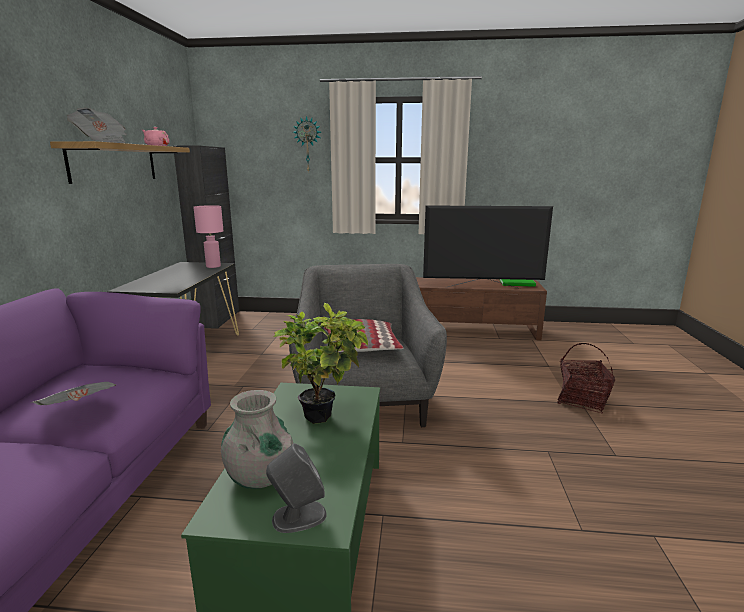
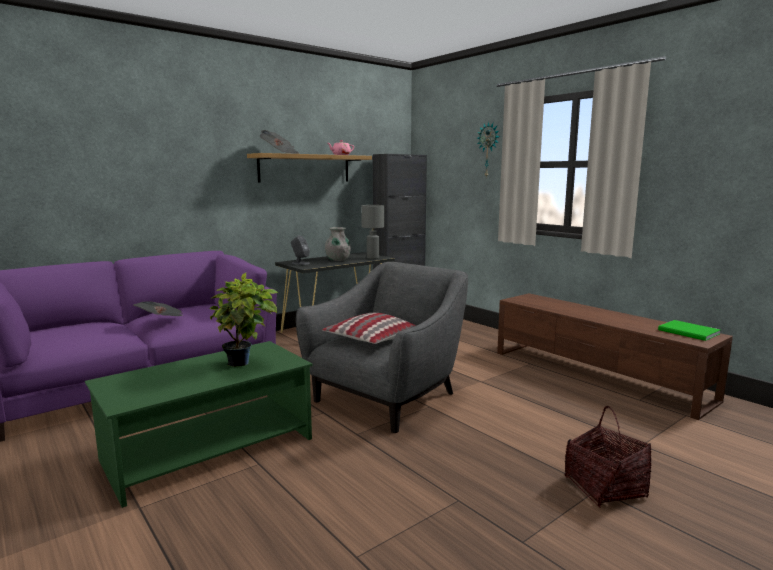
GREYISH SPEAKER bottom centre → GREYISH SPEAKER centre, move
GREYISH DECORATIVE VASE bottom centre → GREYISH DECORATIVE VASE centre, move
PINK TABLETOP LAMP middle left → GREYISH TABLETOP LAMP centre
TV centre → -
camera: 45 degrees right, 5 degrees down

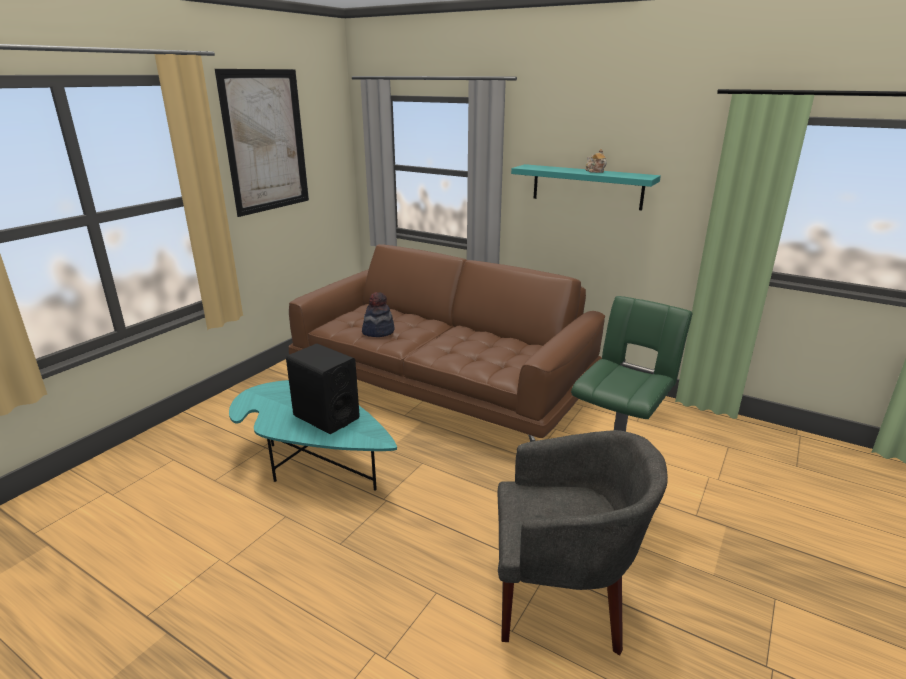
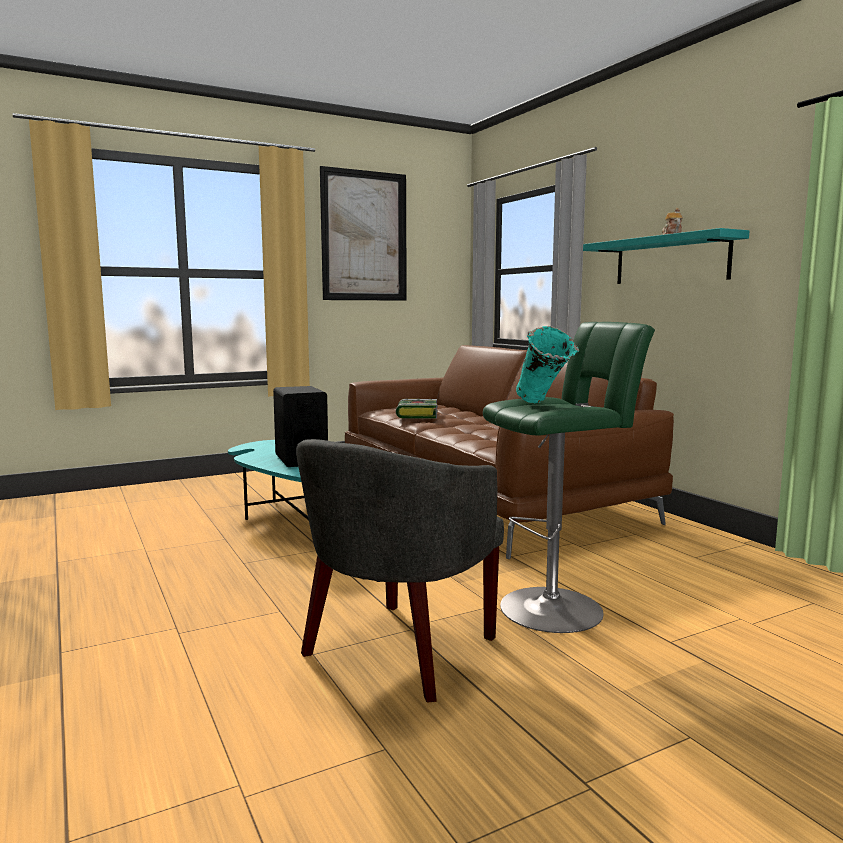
GREYISH LOUNGE CHAIR bottom centre, 90 degrees clockwise
CLOTHING HAT centre → BOUND BOOK centre
- → TURQUOISE-COLOURED DECORATIVE VASE centre
camera: 30 degrees right, 15 degrees down

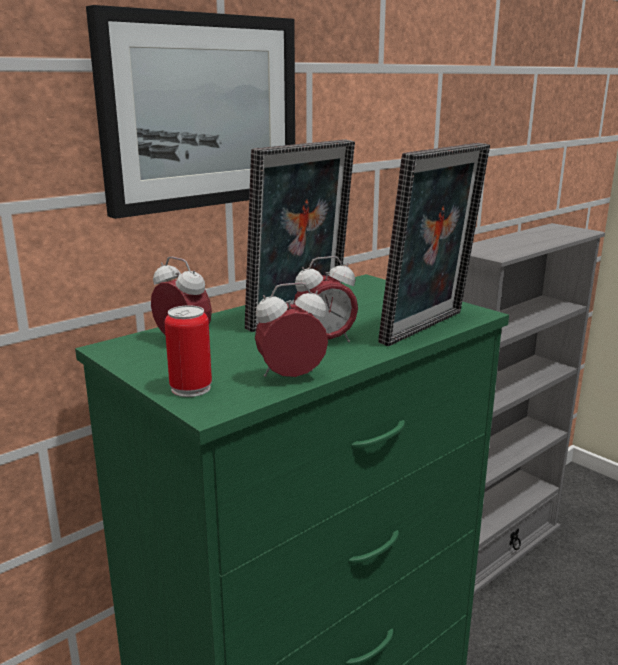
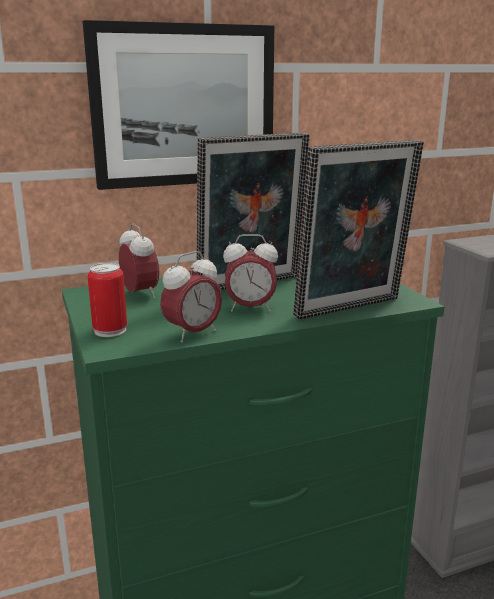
ALARM CLOCK (2nd from left) centre, 135 degrees clockwise
camera: 20 degrees right, 0 degrees up

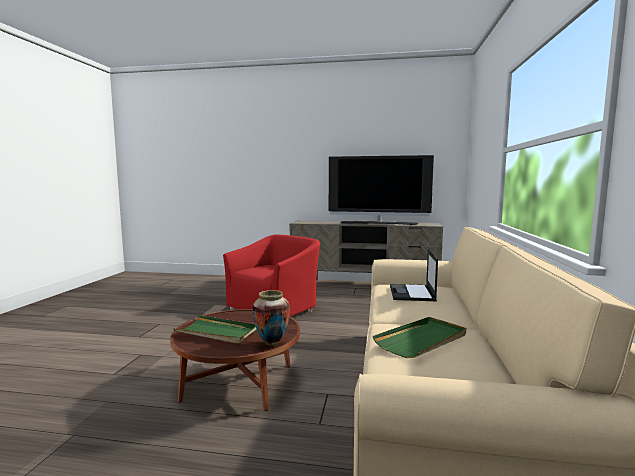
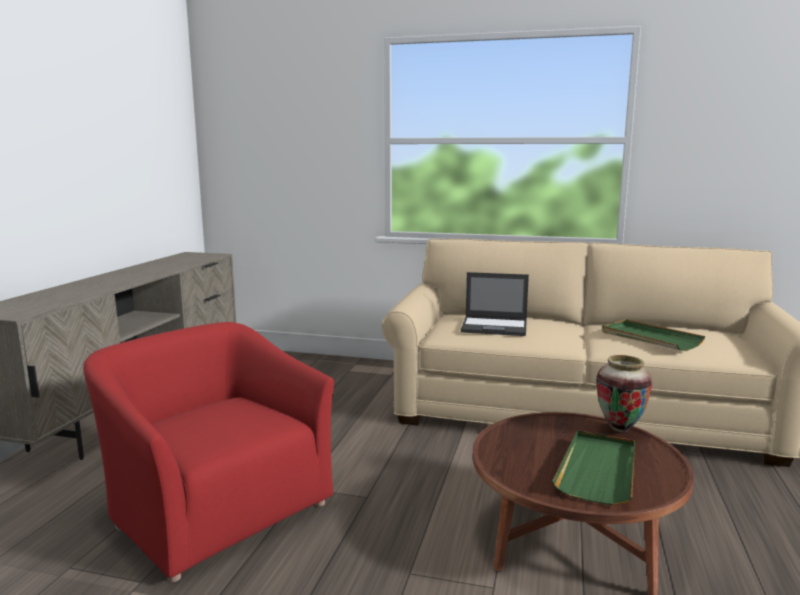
TV centre → -
camera: 85 degrees left, 5 degrees up

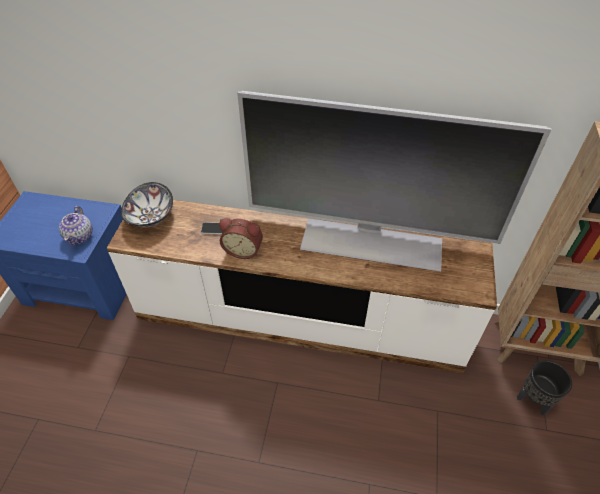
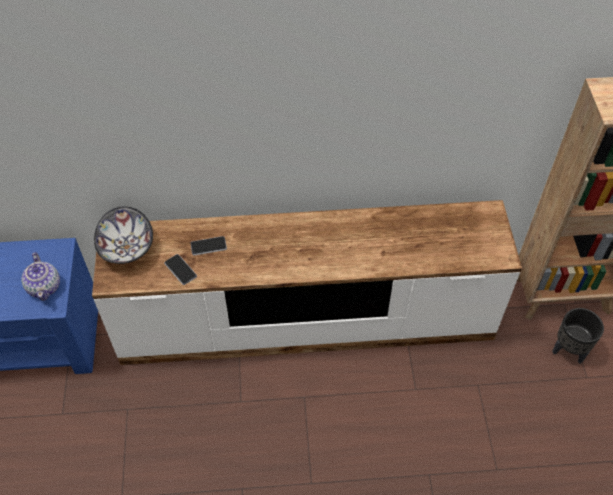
- → TELEPHONE (1st from left) middle left
ALARM CLOCK centre → -
TV centre → -
camera: 15 degrees left, 5 degrees up

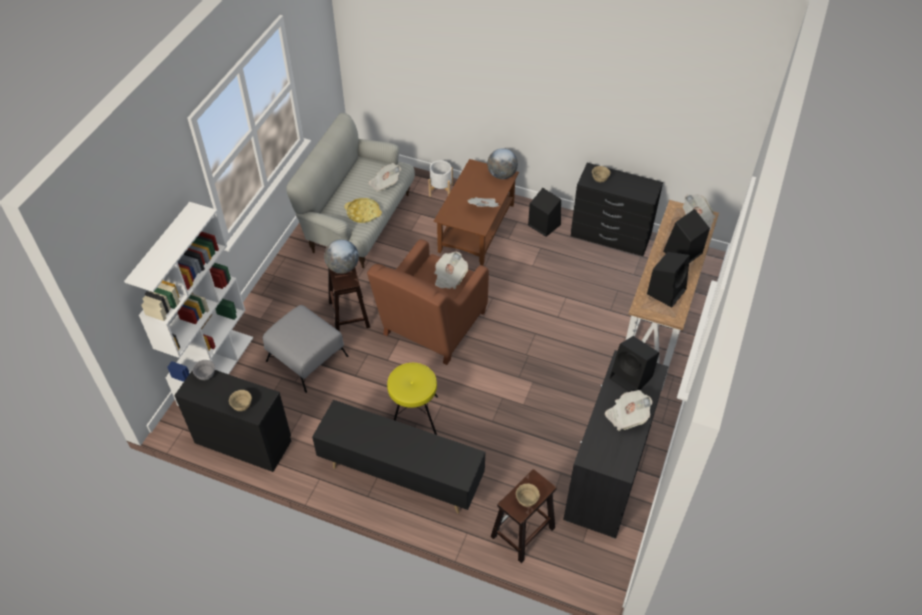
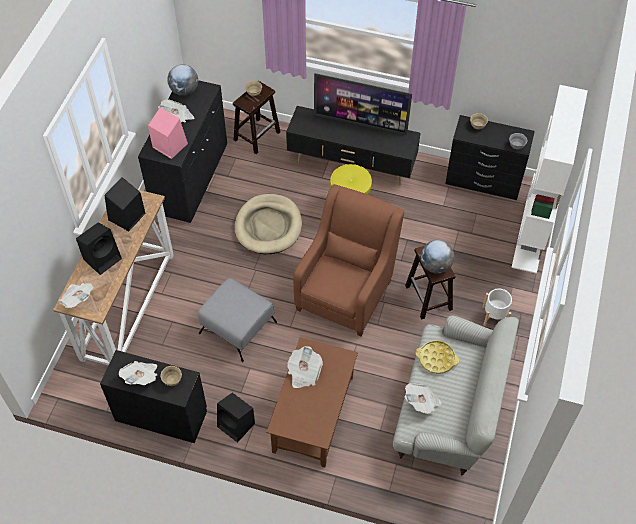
NEWSPAPER (2nd from left) centre → NEWSPAPER (2nd from left) bottom left, move
BLACK-COLOURED SPEAKER (2nd from left) middle right → PINK SPEAKER top left
WORLD GLOBE (2nd from left in the first image) top centre → WORLD GLOBE (1st from left) top left, move
GREYISH POUFFE middle left → GREYISH POUFFE centre, move
- → SAND-COLOURED PET BED centre
- → TV top centre
WHITISH PLANT POT top centre → WHITISH PLANT POT middle right, move
camera: 175 degrees right, 5 degrees up

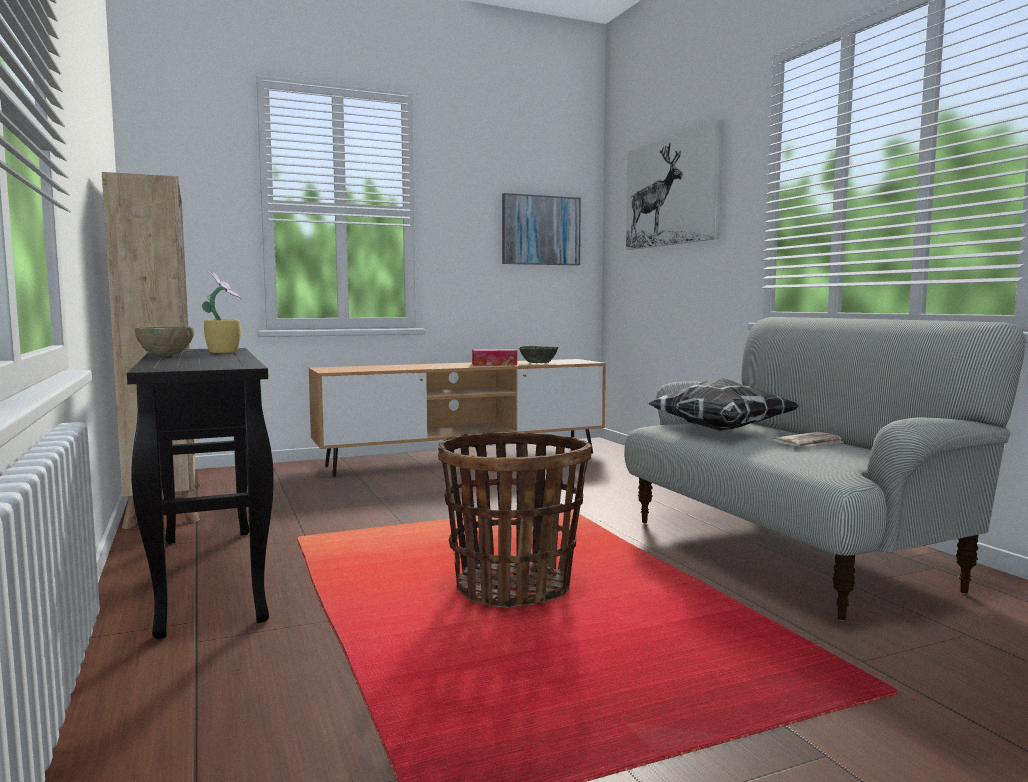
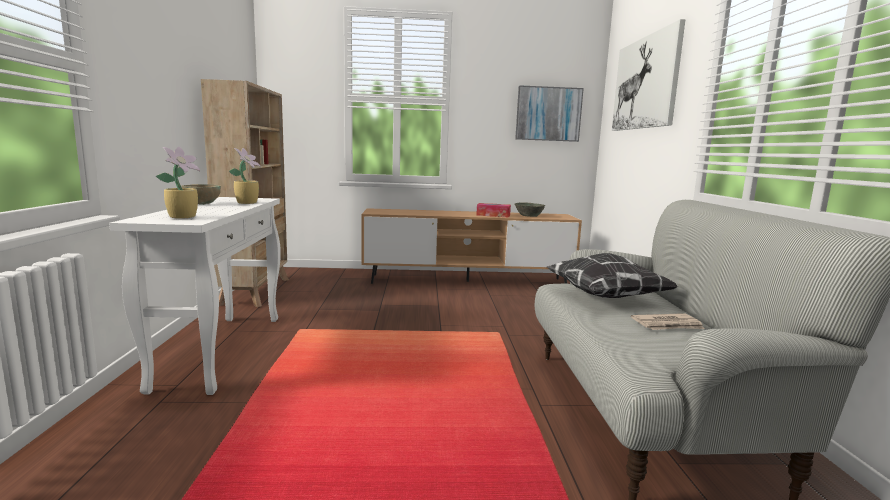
BLACK-COLOURED CONSOLE TABLE middle left → WHITISH CONSOLE TABLE middle left
- → PLANT IN A POT (1st from left) middle left
HOUSEHOLD BASKET centre → -
camera: 20 degrees right, 5 degrees up

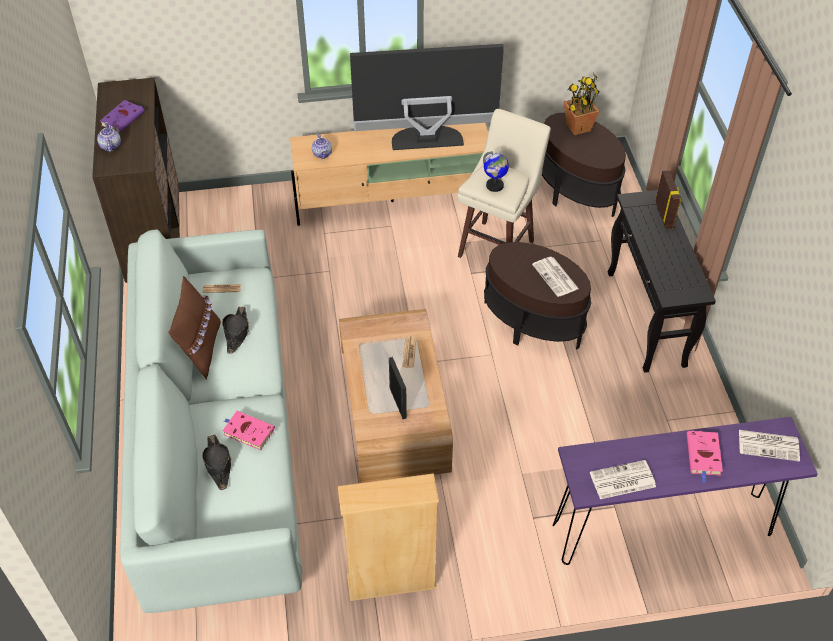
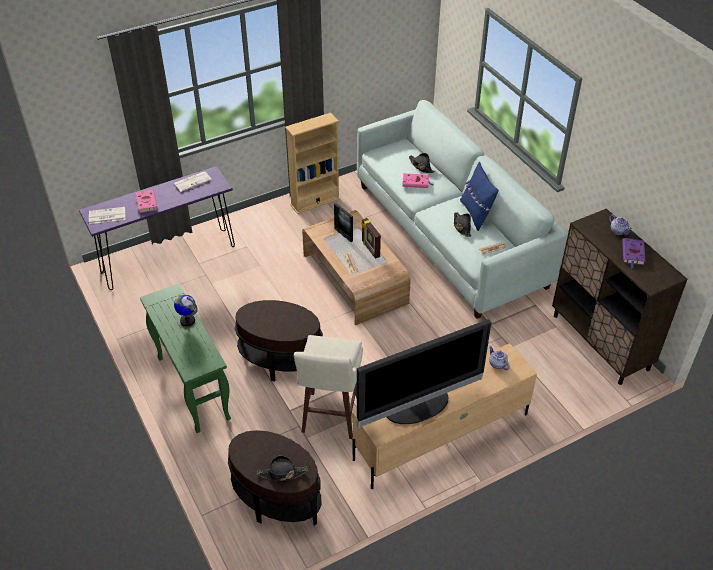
BLACK-COLOURED CONSOLE TABLE middle right → GREEN-COLOURED CONSOLE TABLE middle left
WORLD GLOBE top centre → WORLD GLOBE middle left, move
PLANT IN A POT top right → BLACK-COLOURED CLOTHING HAT (1st from left) bottom centre
STANDING FRAME (2nd from left) top right → STANDING FRAME (2nd from left) centre, move
BROWN-COLOURED CUSHION middle left → BLUE-COLOURED CUSHION middle right
NEWSPAPER (3rd from left) centre → -
camera: 160 degrees right, 5 degrees down

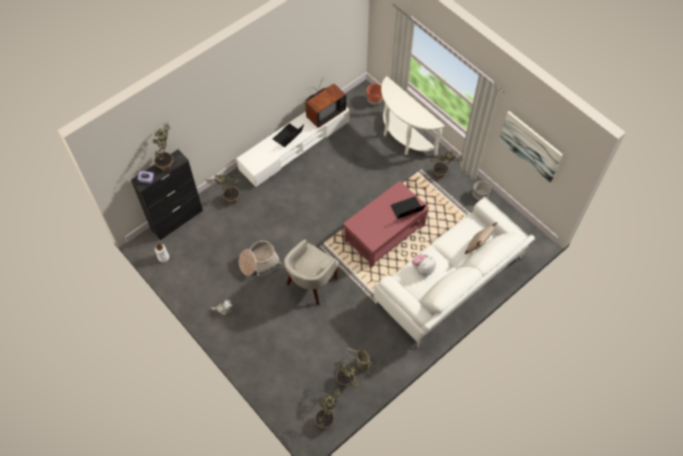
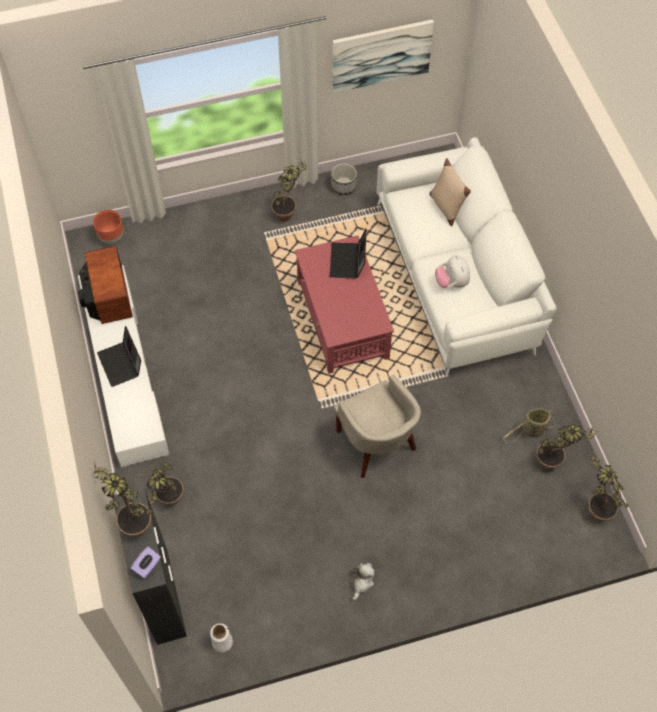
HOUSEHOLD BASKET (1st from left) centre → -
WHITISH CONSOLE TABLE top centre → -
camera: 65 degrees left, 0 degrees up

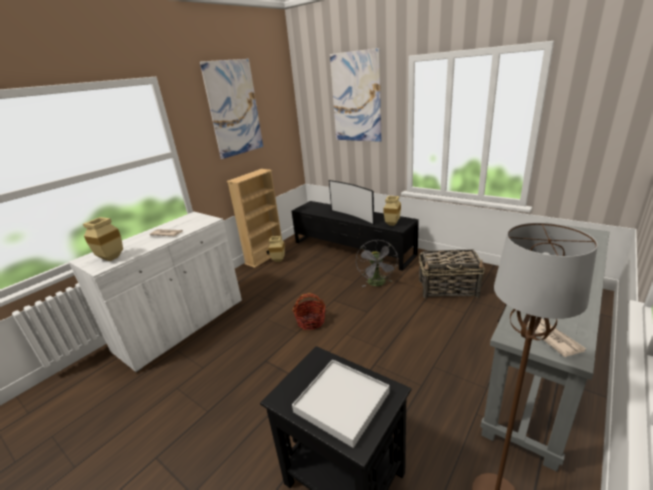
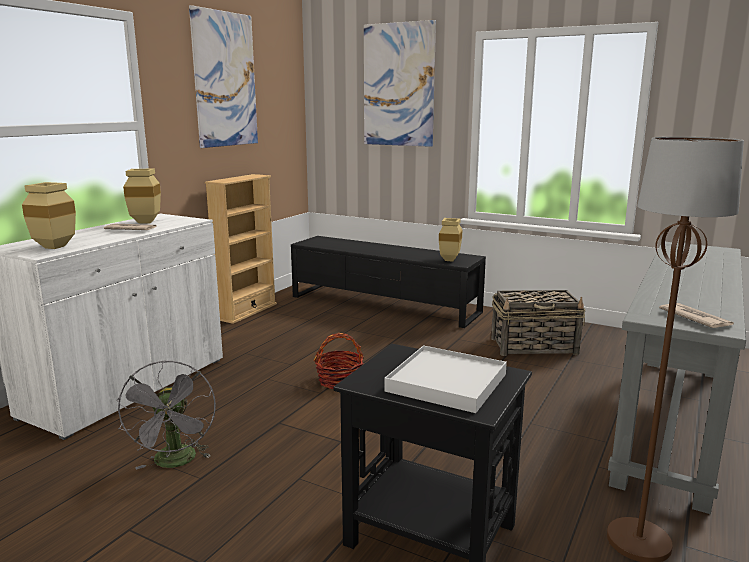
GREYISH COOLING FAN centre → GREYISH COOLING FAN bottom left, move
SAND-COLOURED DECORATIVE VASE (2nd from left) centre → SAND-COLOURED DECORATIVE VASE (2nd from left) middle left, move
TV centre → -
camera: 10 degrees left, 10 degrees down

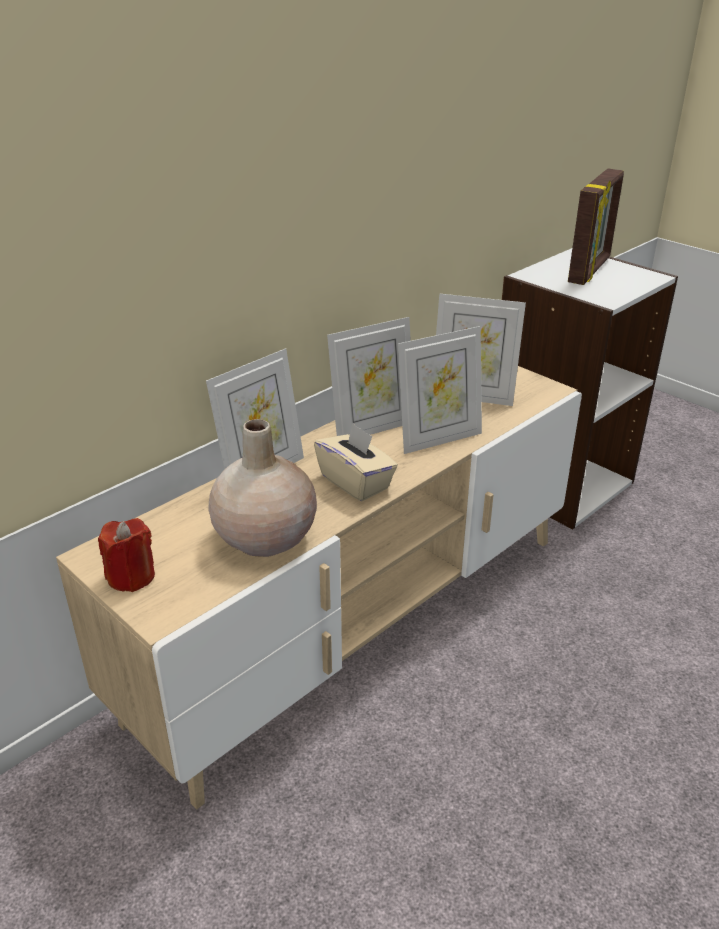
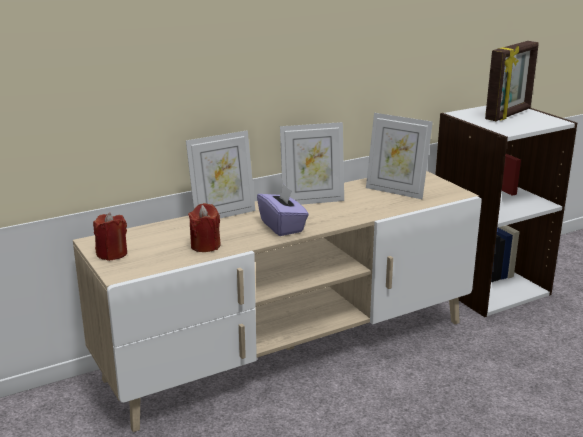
SAND-COLOURED DECORATIVE VASE centre → RED-COLOURED CANDLE (2nd from left) centre
SAND-COLOURED TISSUE HOLDER centre → PURPLISH TISSUE HOLDER centre
STANDING FRAME (3rd from left) centre → -
camera: 15 degrees right, 10 degrees down

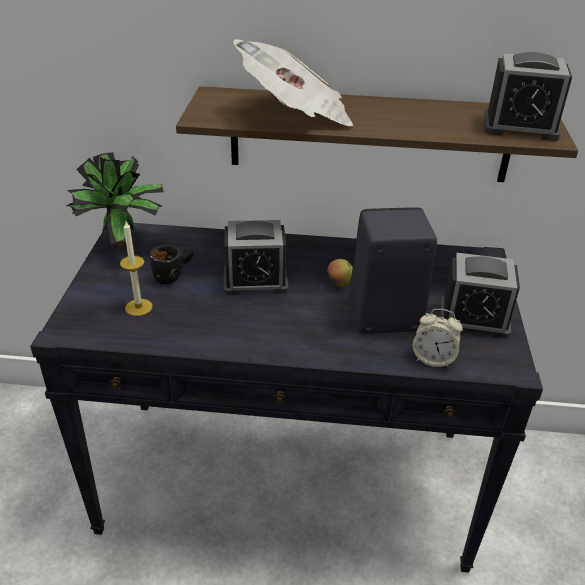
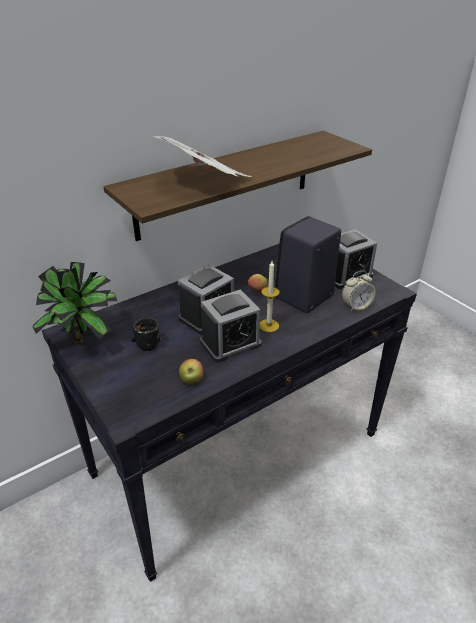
- → APPLE FRUIT (1st from left) centre
ALARM CLOCK (4th from left in the first image) top right → ALARM CLOCK (2nd from left) centre, move
CANDLE middle left → CANDLE centre, move
camera: 40 degrees left, 0 degrees up

